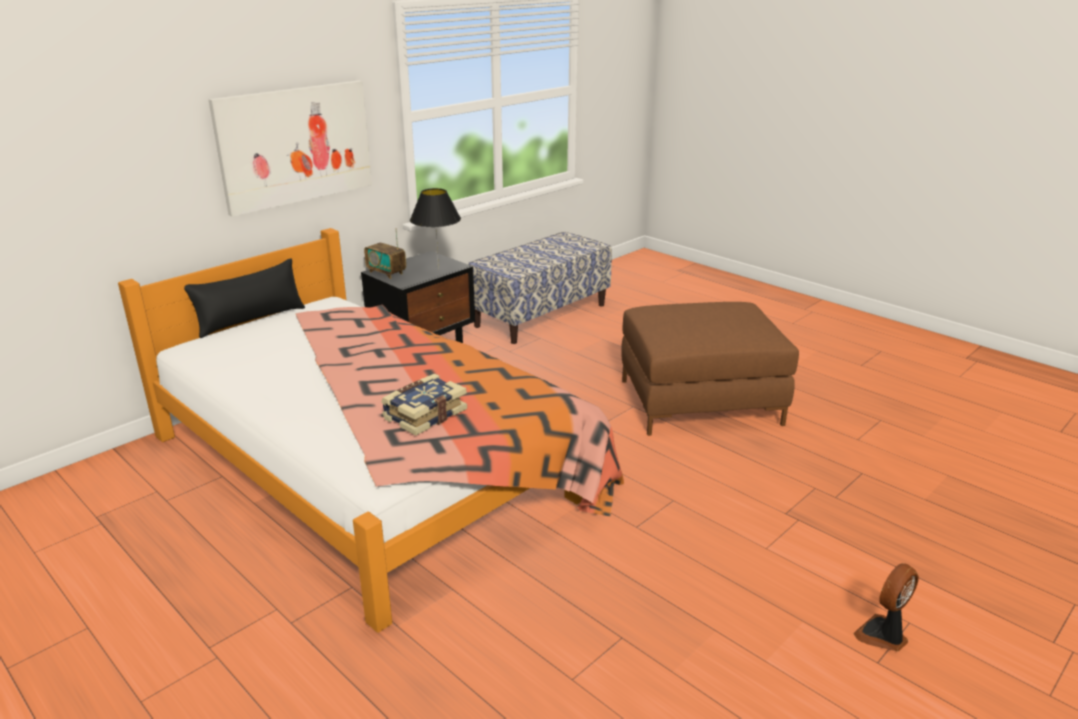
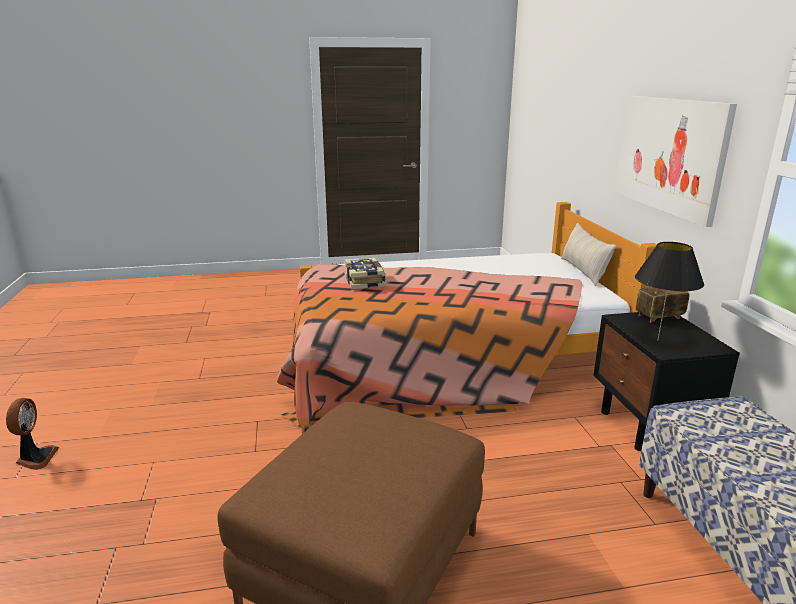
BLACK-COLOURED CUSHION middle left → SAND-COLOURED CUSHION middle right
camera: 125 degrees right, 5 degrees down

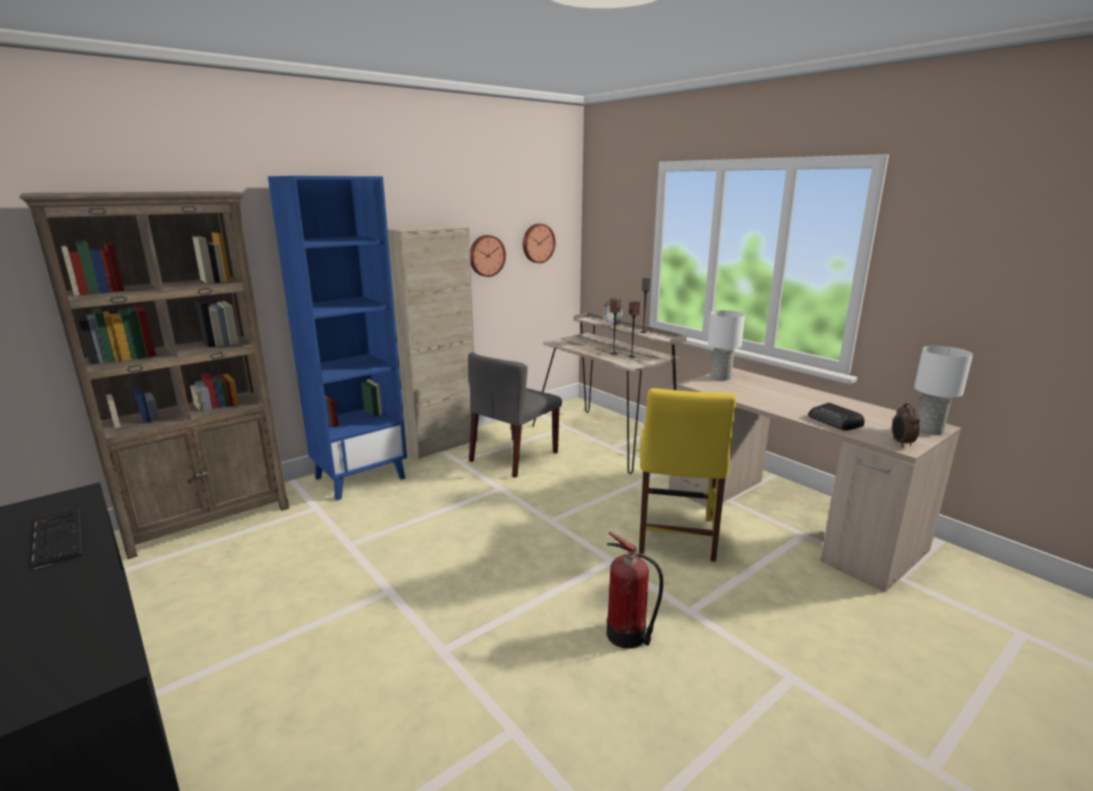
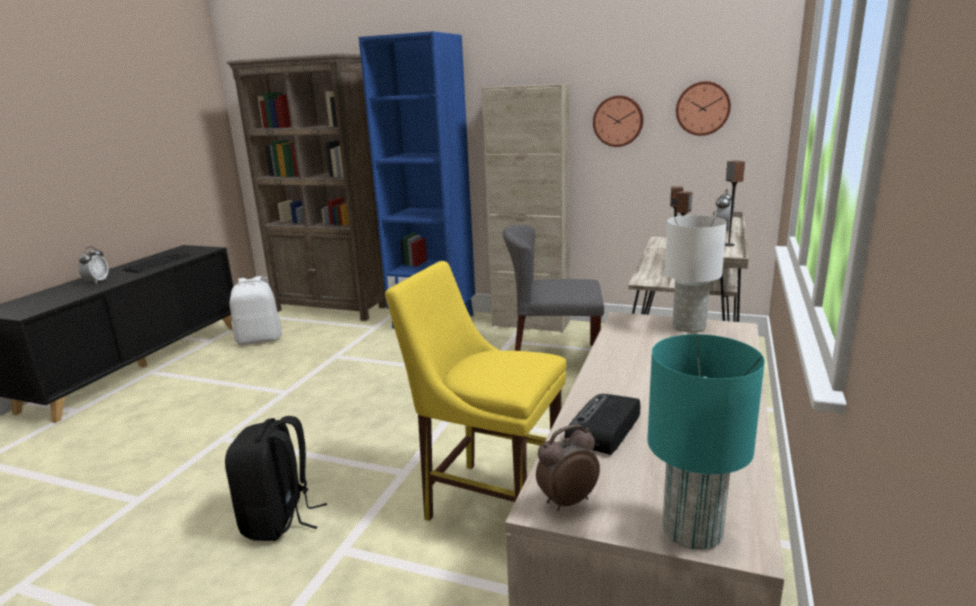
- → ALARM CLOCK (1st from left) middle left
FIRE EXTINGUISHER bottom centre → BLACK-COLOURED RUCKSACK bottom left
- → WHITISH RUCKSACK middle left
YELLOW CHAIR centre, 45 degrees clockwise
WHITISH TABLETOP LAMP (2nd from left) middle right → TURQUOISE-COLOURED TABLETOP LAMP bottom right
camera: 60 degrees right, 0 degrees up

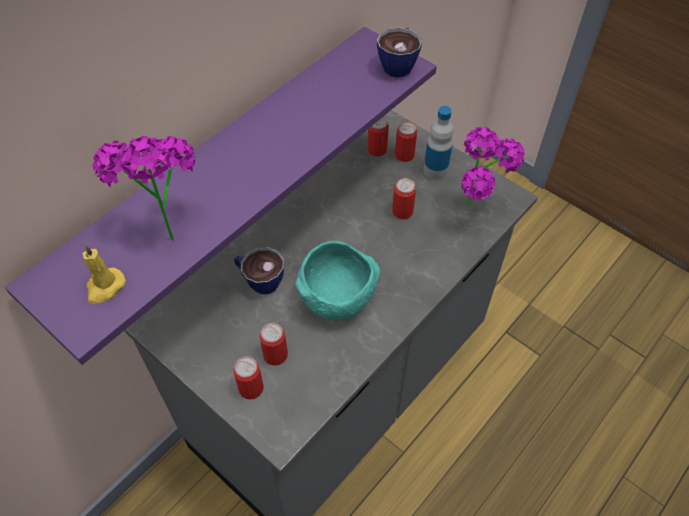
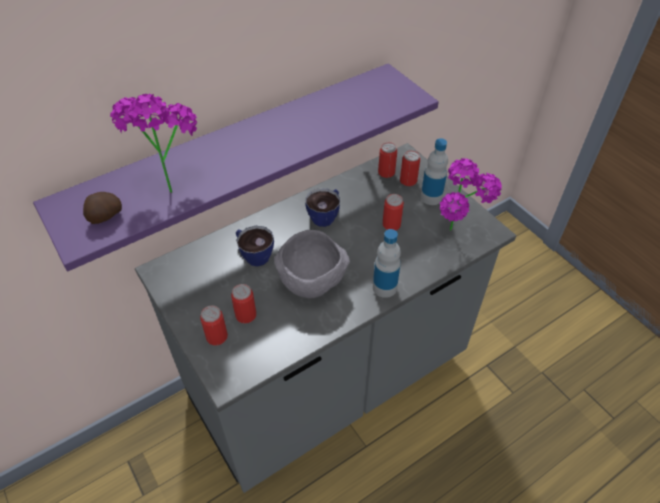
YELLOW CANDLE middle left → POTATO middle left
TURQUOISE-COLOURED DEEP DISH centre → GREYISH DEEP DISH centre
CUP (2nd from left) top centre → CUP (2nd from left) centre, move
- → DRINK BOTTLE (1st from left) centre
camera: 15 degrees right, 5 degrees down

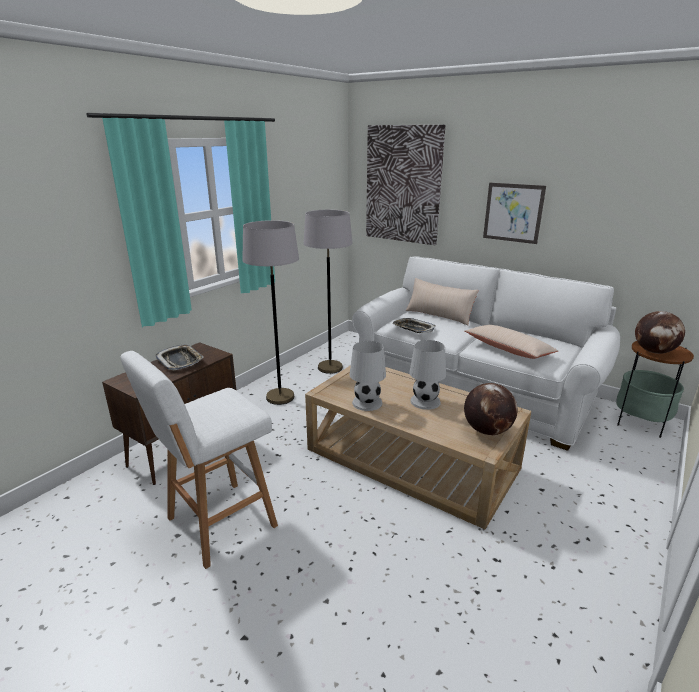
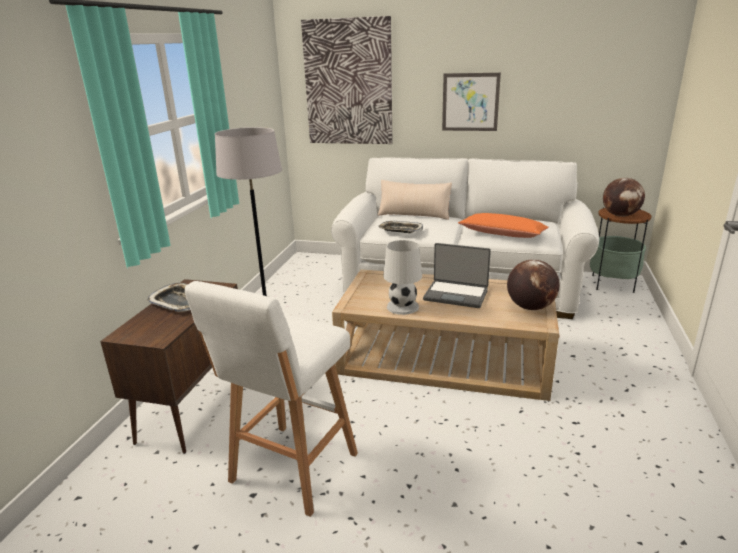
WHITISH TABLETOP LAMP (2nd from left) centre → PORTABLE COMPUTER centre
SAND-COLOURED CUSHION (2nd from left) middle right → ORANGEY CUSHION middle right
GREYISH STANDARD LAMP (2nd from left) centre → -
camera: 20 degrees left, 0 degrees up

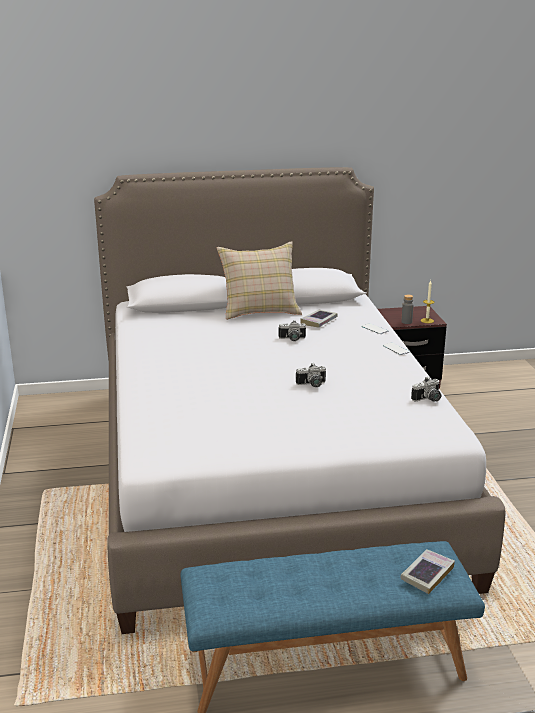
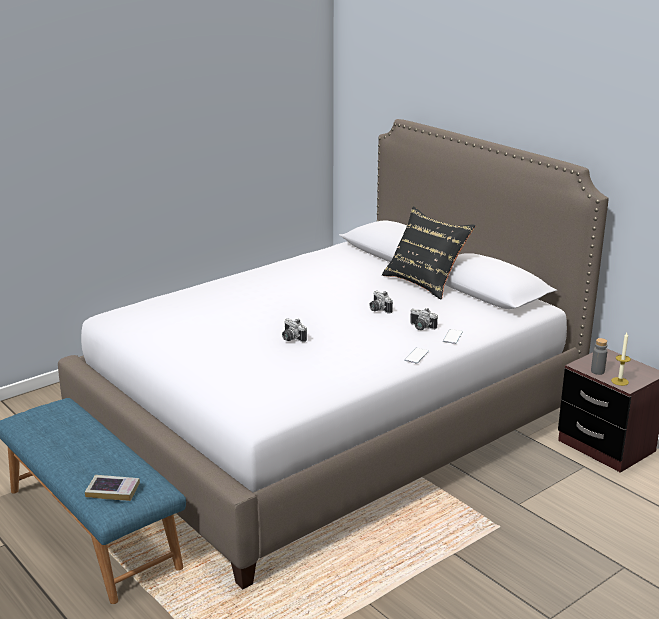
SAND-COLOURED CUSHION centre → BLACK-COLOURED CUSHION centre
STILL CAMERA (3rd from left) middle right → STILL CAMERA (3rd from left) centre, move
BOUND BOOK (1st from left) centre → -
camera: 60 degrees right, 0 degrees up

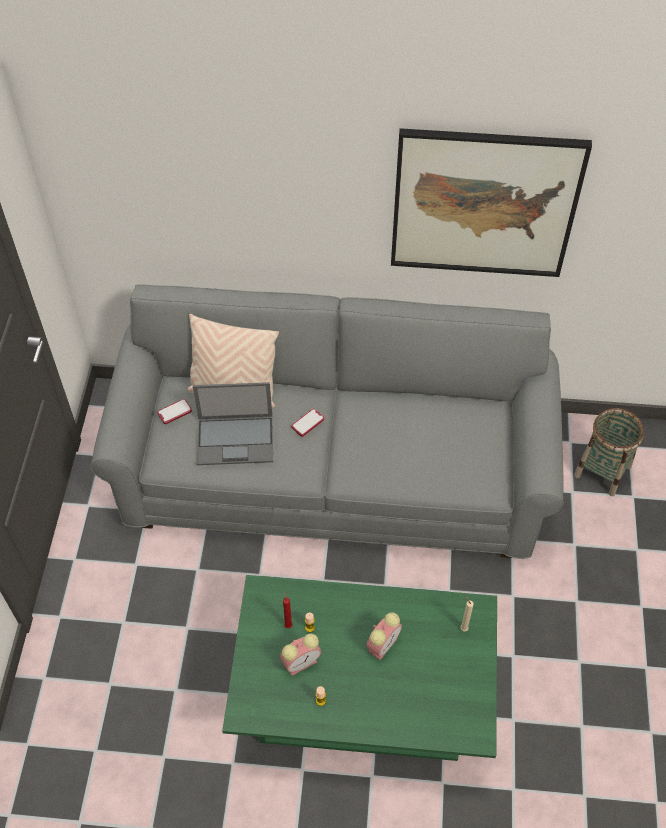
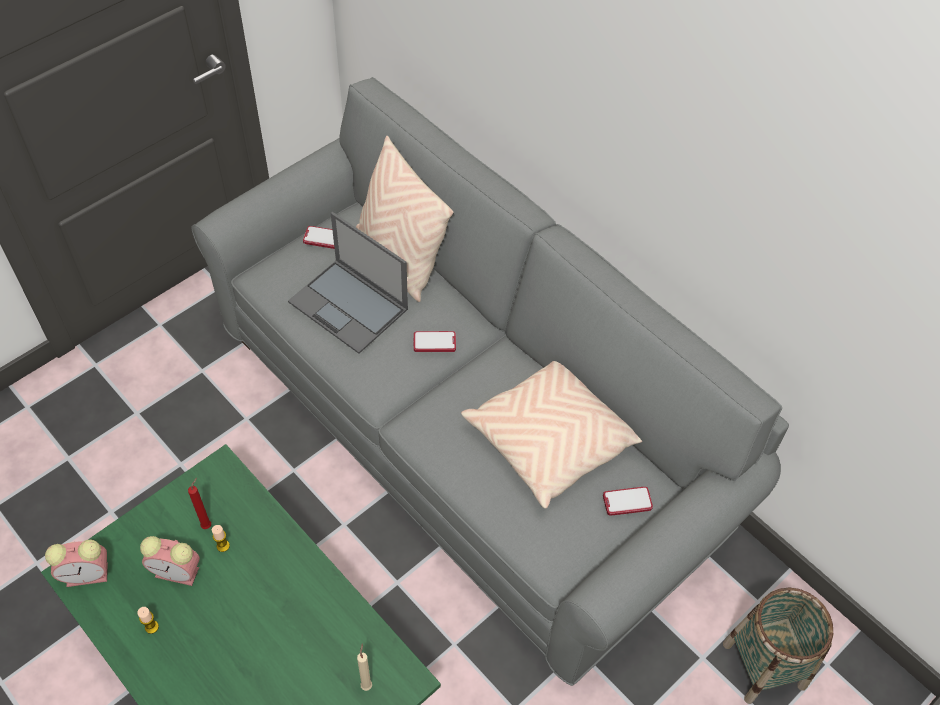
ALARM CLOCK (2nd from left in the first image) bottom centre → ALARM CLOCK (1st from left) bottom left, move
- → SAND-COLOURED CUSHION (2nd from left) centre
- → TELEPHONE (3rd from left) bottom right
WALL ART top right → -
camera: 40 degrees right, 0 degrees up

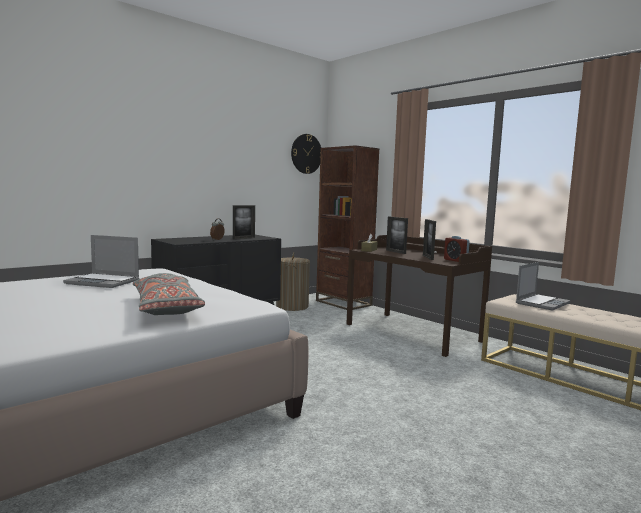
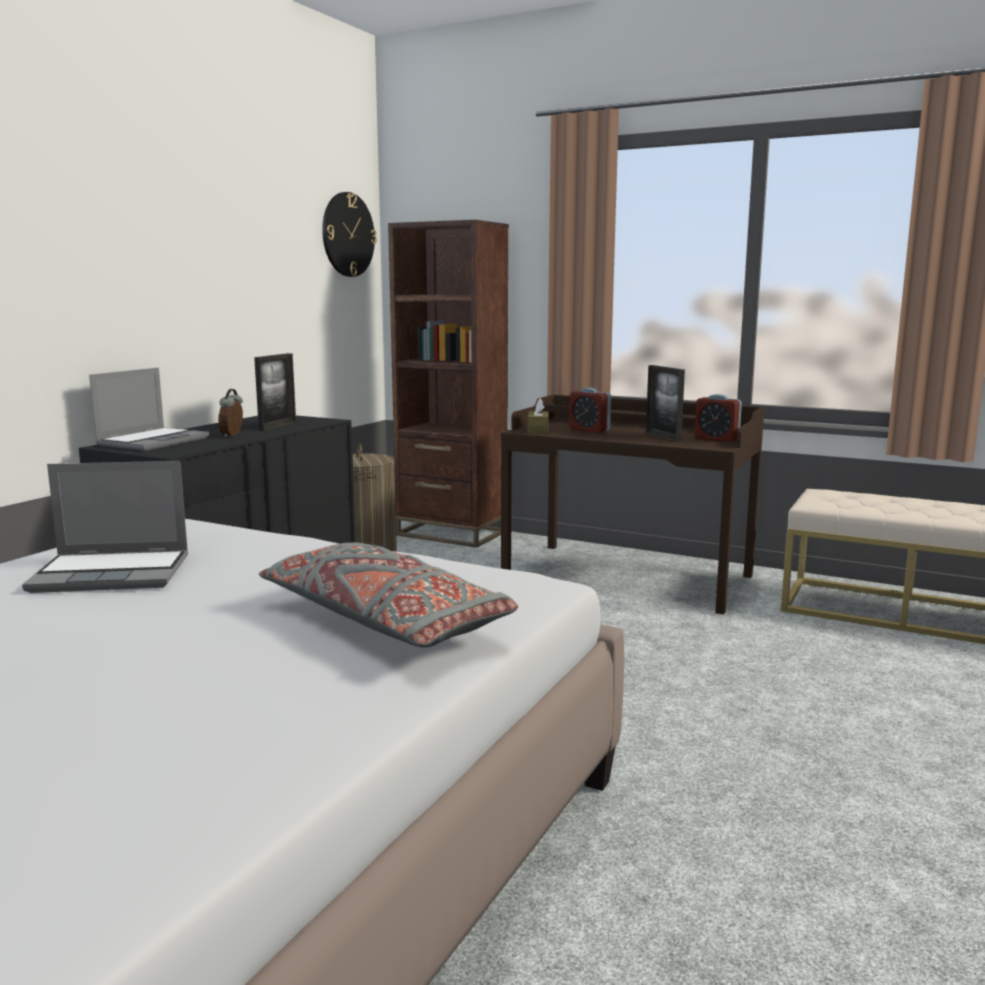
PORTABLE COMPUTER (2nd from left) middle right → PORTABLE COMPUTER (2nd from left) middle left, move
STANDING FRAME (2nd from left) centre → ALARM CLOCK (2nd from left) centre
camera: 20 degrees left, 5 degrees up

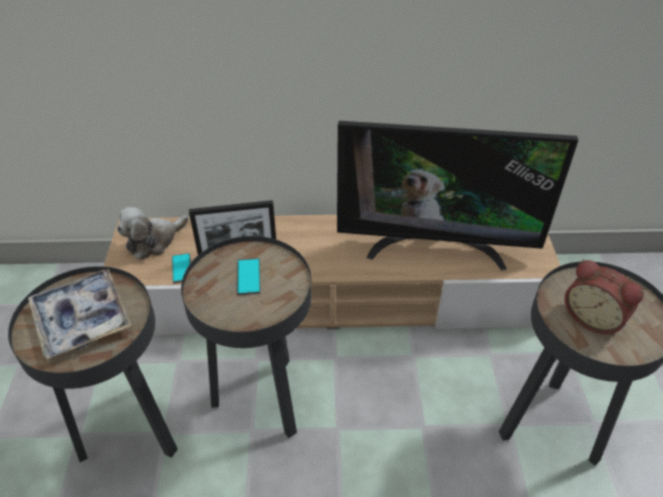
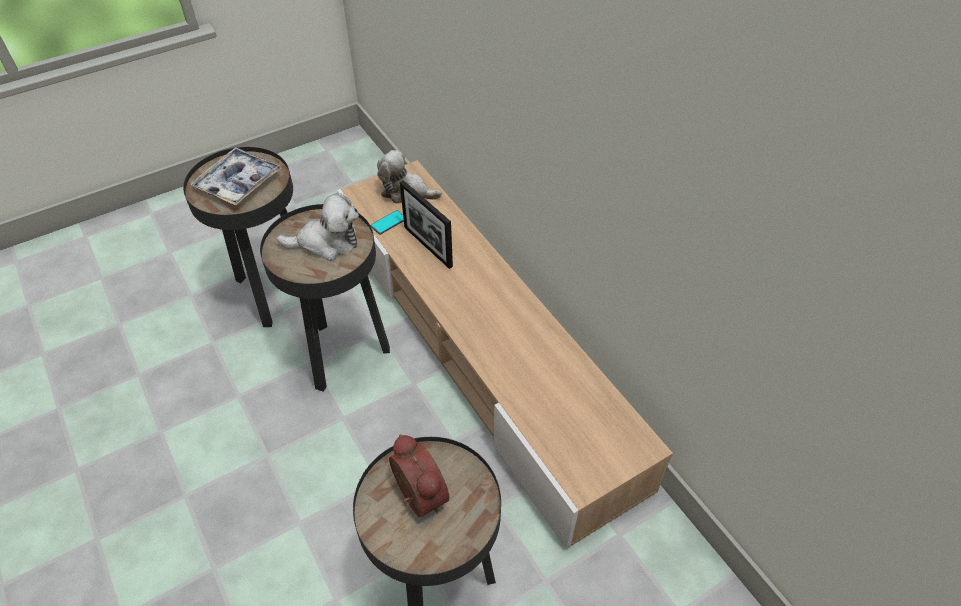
TELEPHONE (2nd from left) centre → SOFT TOY (1st from left) middle left
ALARM CLOCK middle right → ALARM CLOCK bottom centre, 135 degrees clockwise
TV middle right → -
camera: 60 degrees right, 5 degrees up

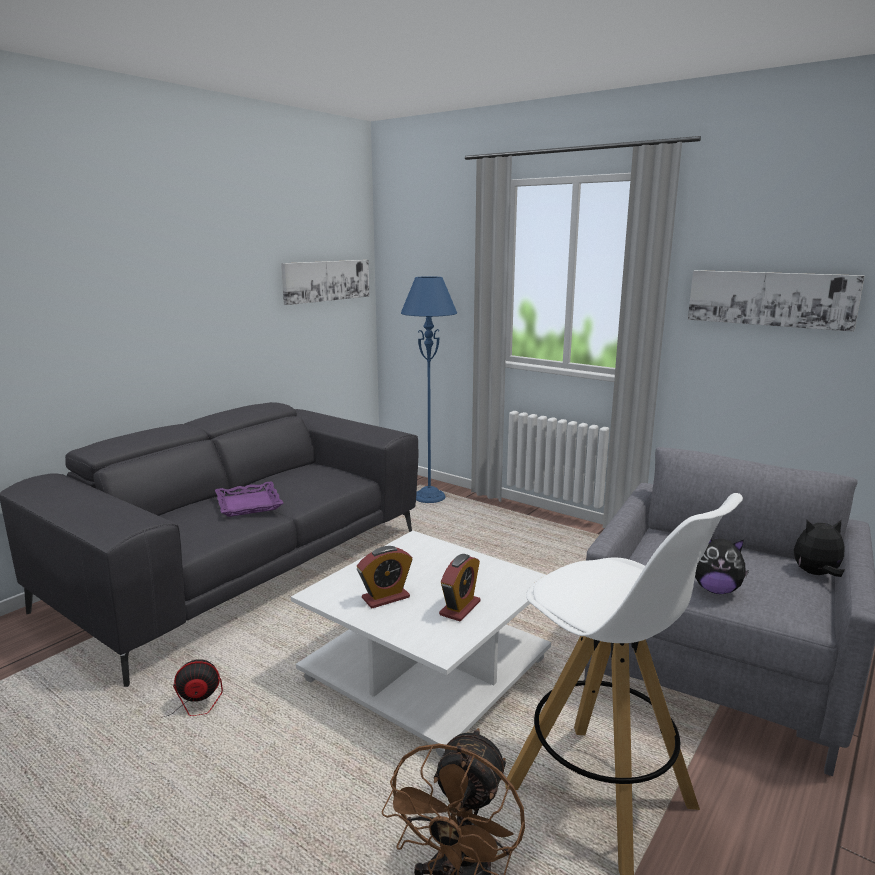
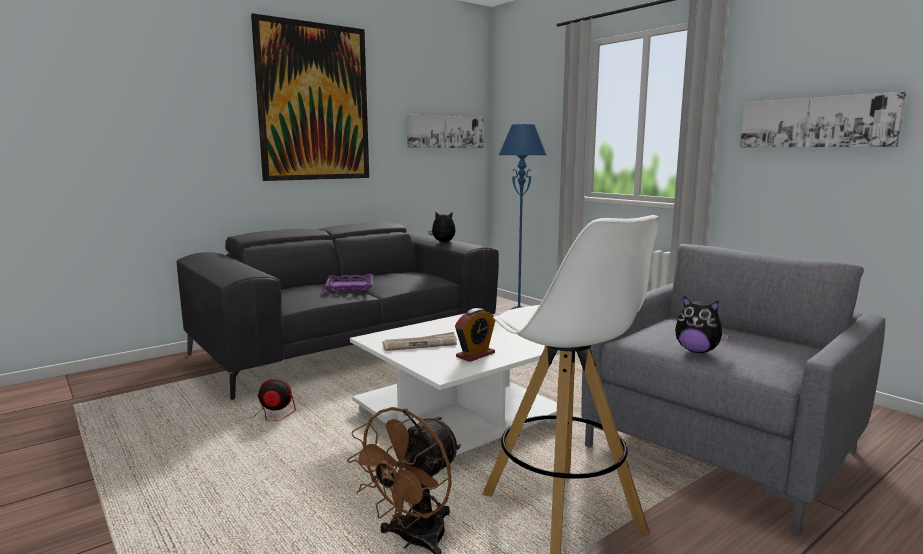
- → WALL ART (1st from left) top centre
ALARM CLOCK (1st from left) centre → NEWSPAPER centre
SOFT TOY (2nd from left in the first image) middle right → SOFT TOY (1st from left) centre, move
camera: 15 degrees right, 5 degrees down

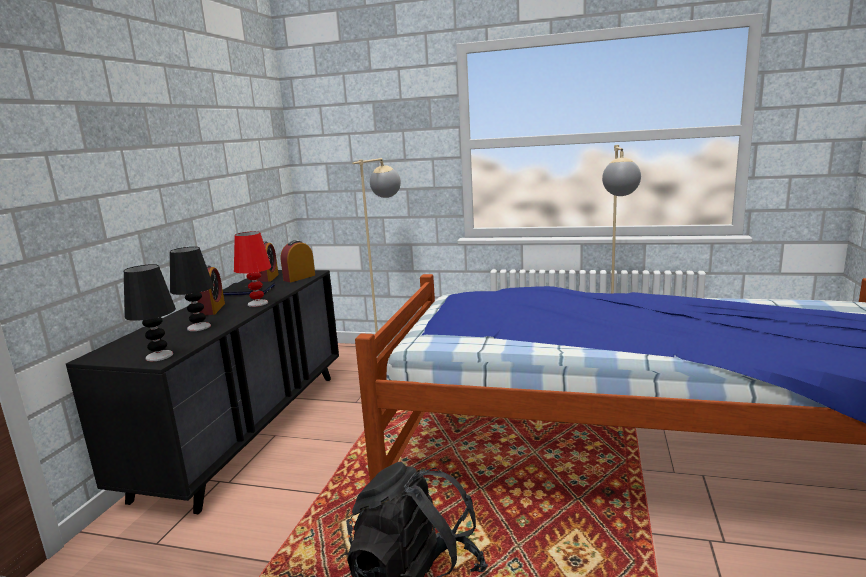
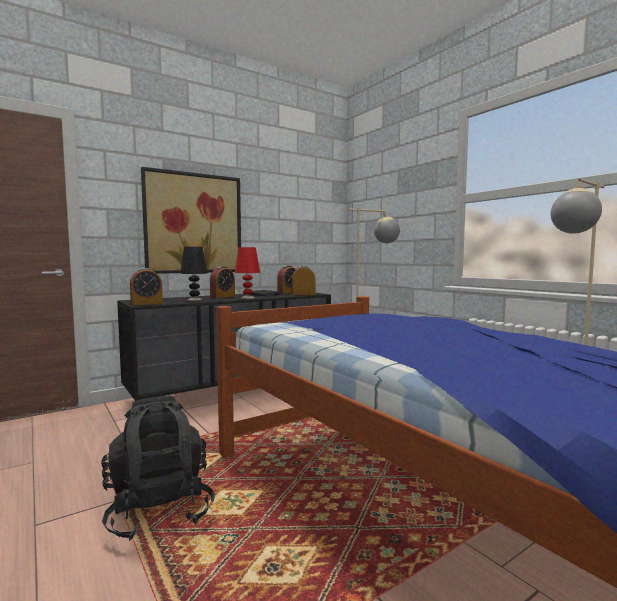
BLACK-COLOURED TABLETOP LAMP (1st from left) middle left → ALARM CLOCK (1st from left) middle left
- → WALL ART middle left
camera: 40 degrees right, 10 degrees down

